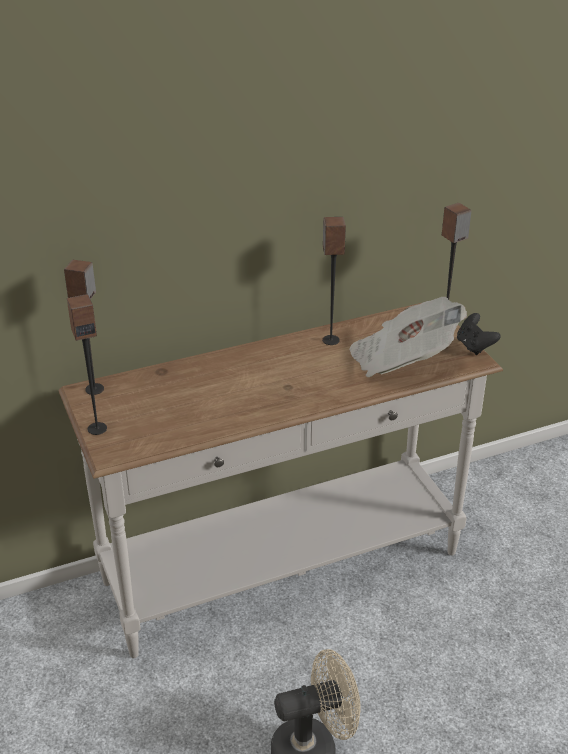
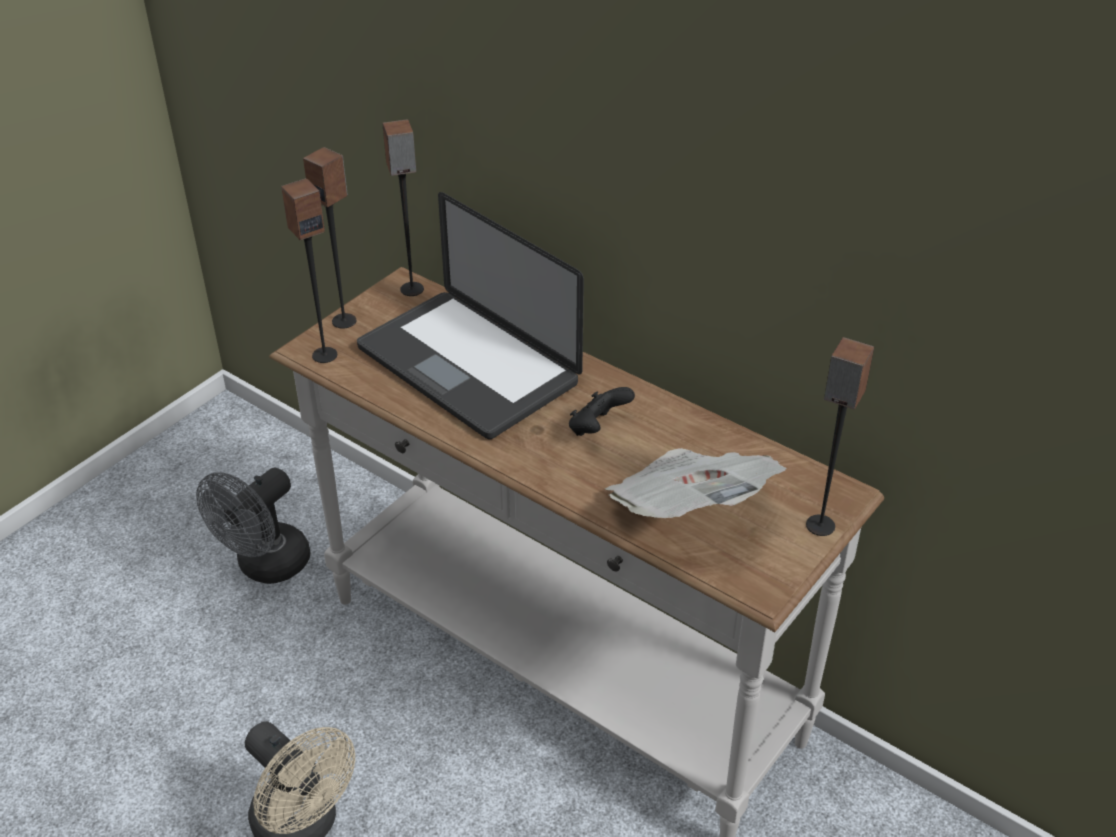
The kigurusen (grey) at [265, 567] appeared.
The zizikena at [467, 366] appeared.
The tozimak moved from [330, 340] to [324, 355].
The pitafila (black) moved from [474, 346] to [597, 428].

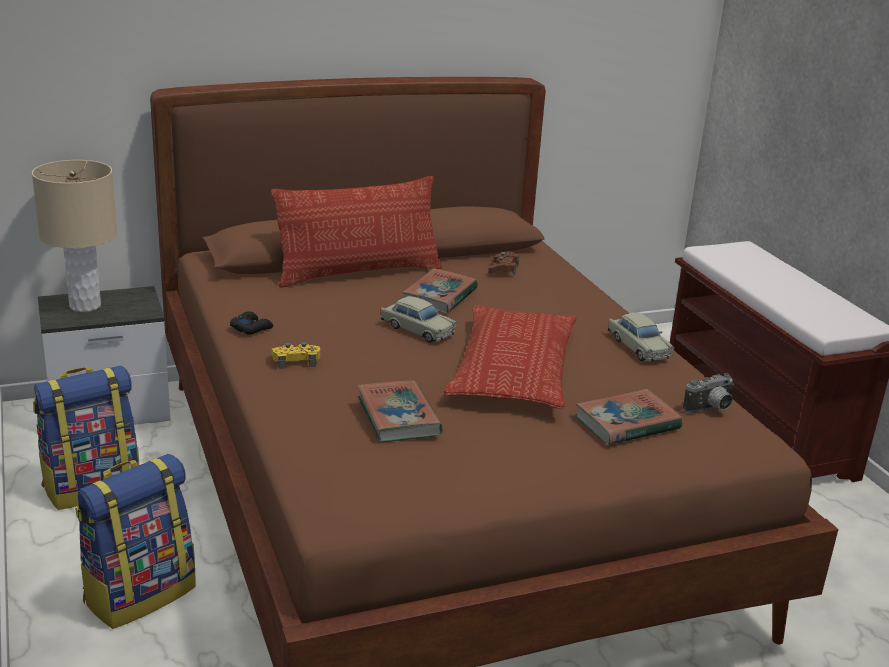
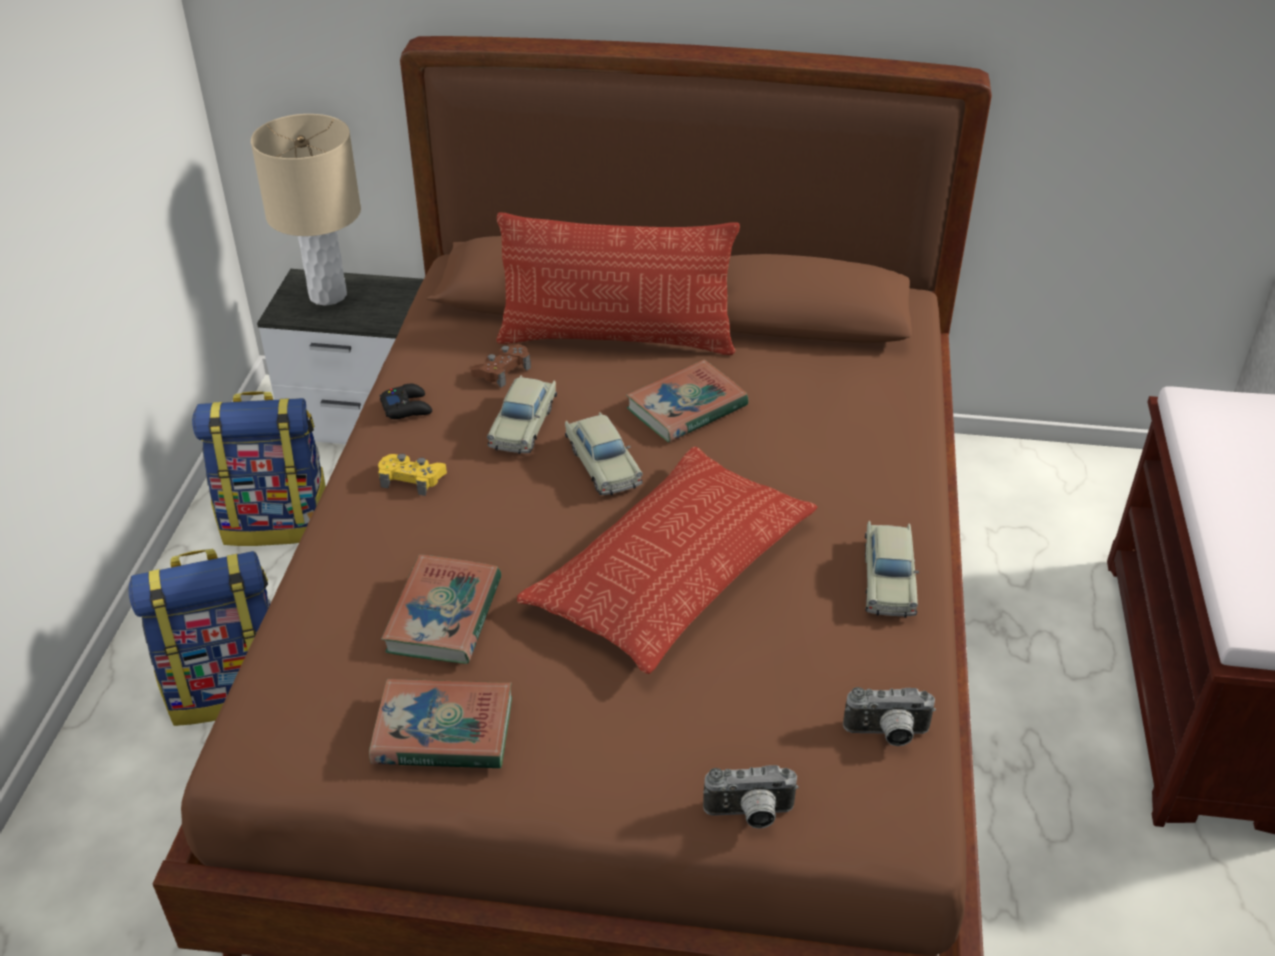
The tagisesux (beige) at [524, 425] appeared.
The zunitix at [750, 815] appeared.
The pitafila (brown) moved from [503, 269] to [502, 371].
The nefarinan moved from [627, 423] to [443, 731].

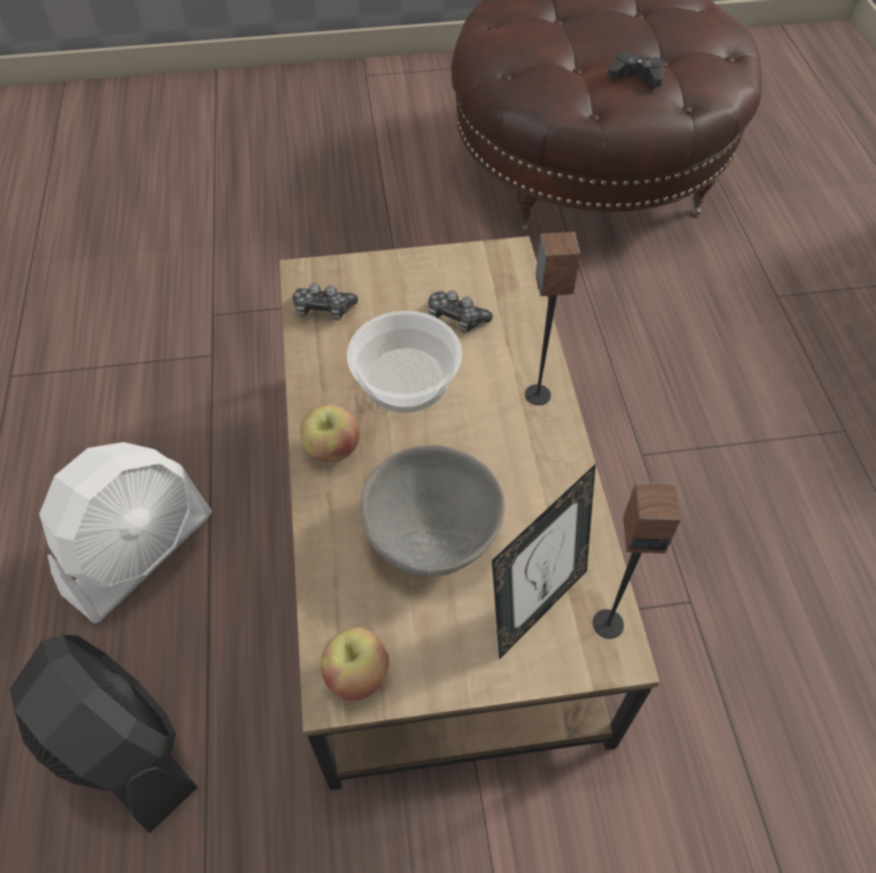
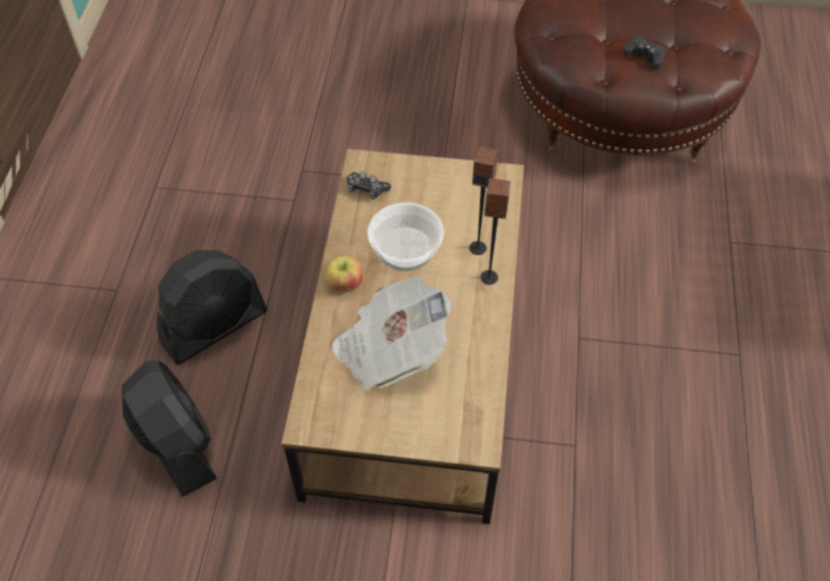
The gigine at [356, 675] disappeared.
The pitafila at [456, 318] disappeared.
The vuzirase at [536, 606] disappeared.
The tozimak moved from [608, 623] to [478, 247].
The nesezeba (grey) at [431, 533] was replaced by the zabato at [390, 349].
The kigurusen (white) at [140, 553] became the kigurusen (black) at [215, 326].

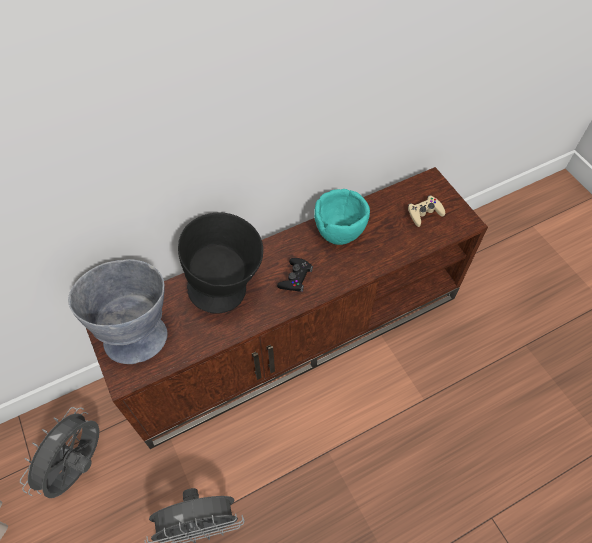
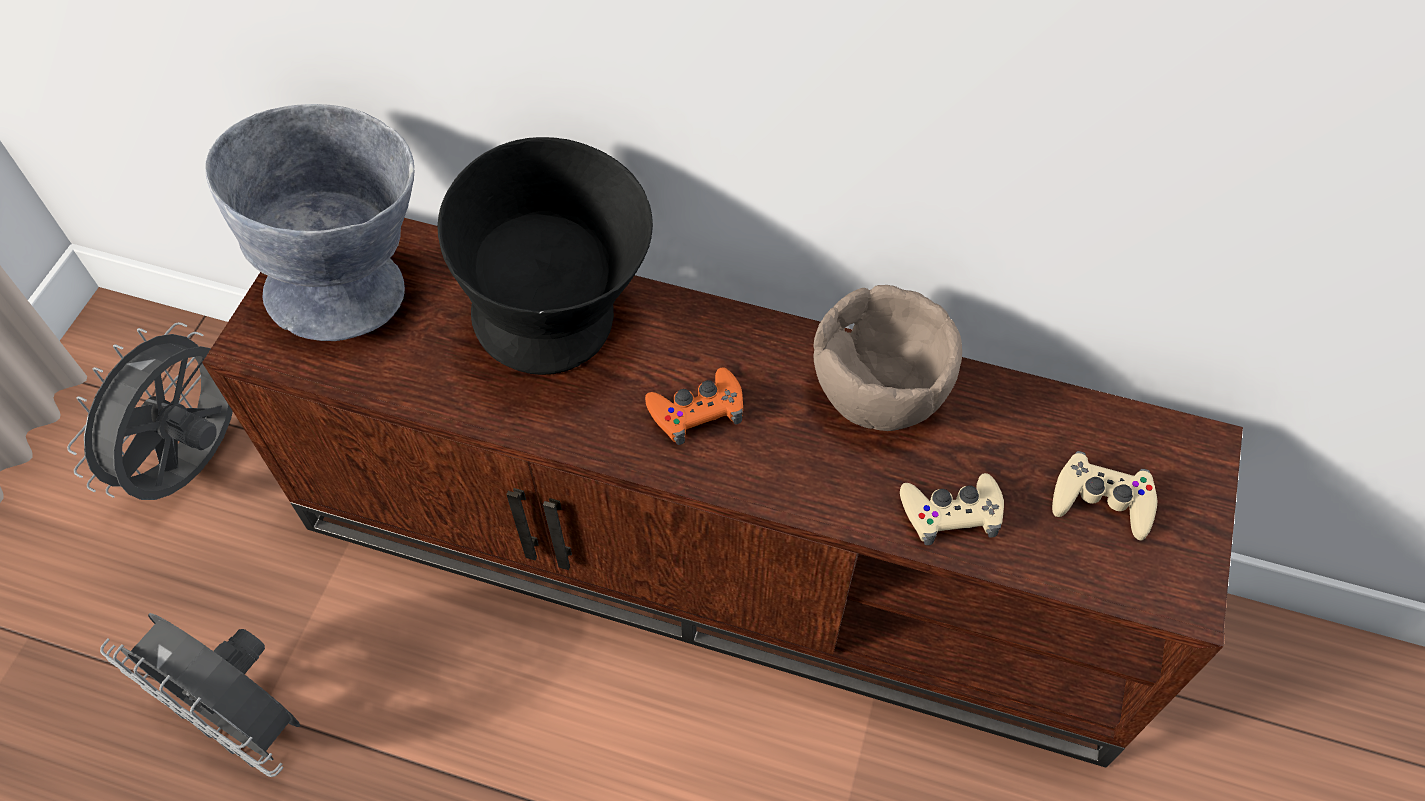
The pitafila (beige) at [951, 513] appeared.
The pitafila (black) at [295, 277] became the pitafila (orange) at [697, 410].
The nesezeba (turquoise) at [340, 230] became the nesezeba (brown) at [881, 394].
The kigurusen (grey) at [80, 466] turned 45 degrees counterclockwise.

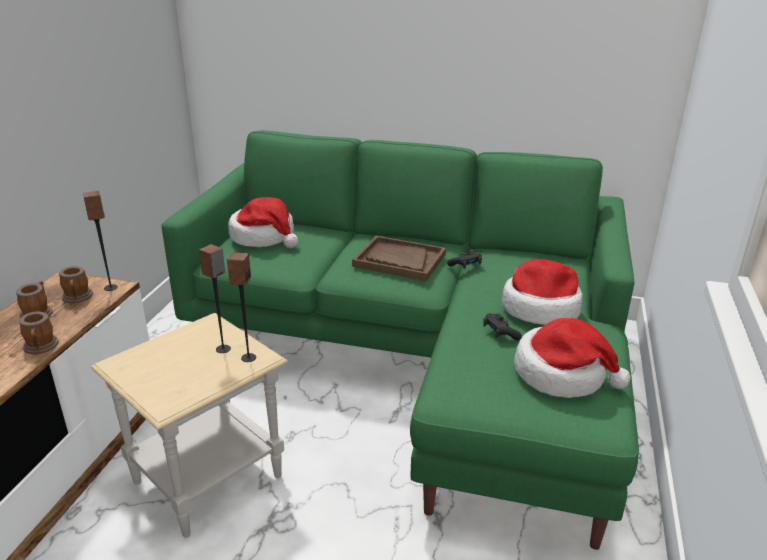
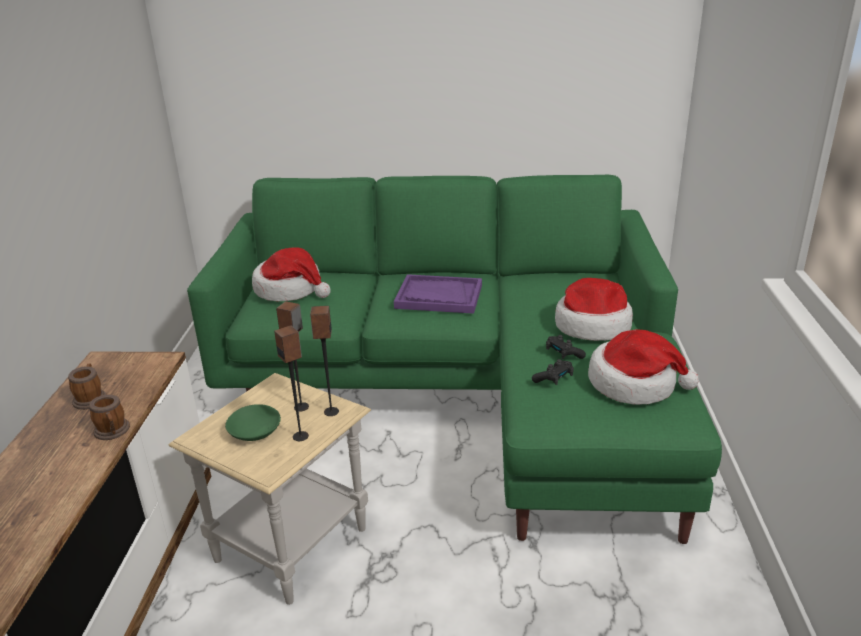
The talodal at [77, 298] disappeared.
The nesezeba (green) at [255, 432] appeared.
The tozimak moved from [111, 287] to [301, 436].
The pitafila (black) moved from [466, 265] to [554, 379].
The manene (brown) at [399, 260] became the manene (purple) at [438, 296].

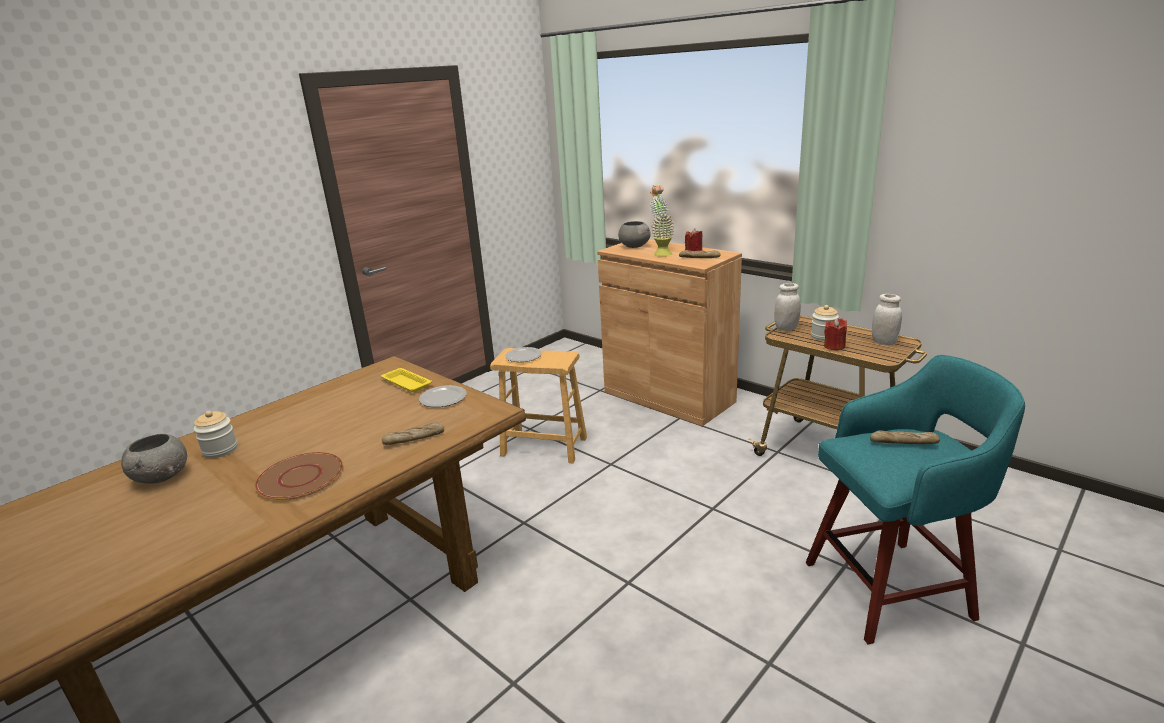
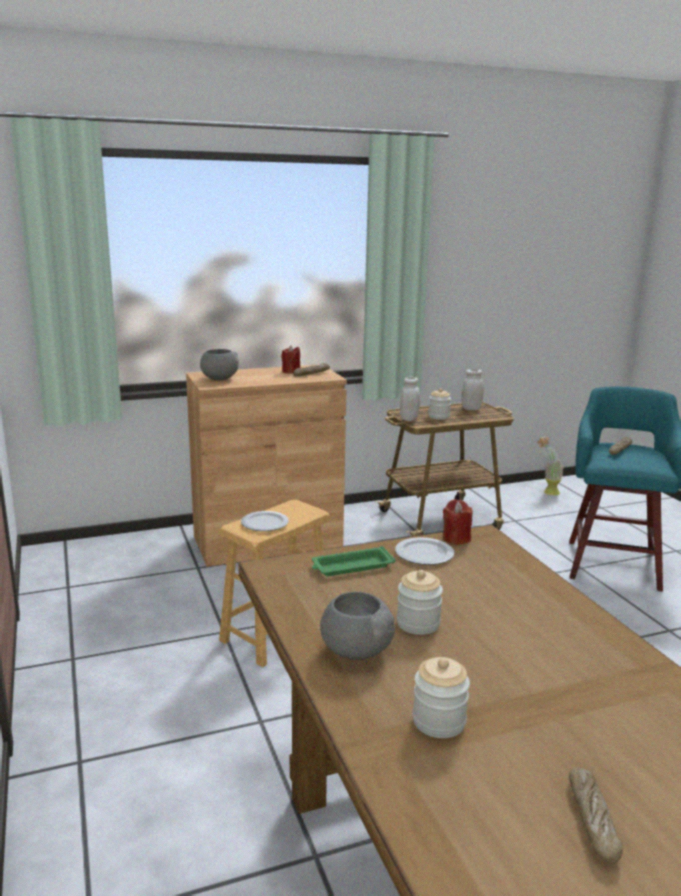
The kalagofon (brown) at [301, 477] disappeared.
The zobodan at [418, 623] appeared.
The nesezeba (grey) moved from [162, 477] to [356, 651].
The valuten moved from [414, 439] to [592, 820].
The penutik moved from [660, 253] to [547, 492].
The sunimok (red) moved from [834, 346] to [456, 538].
The manene (yellow) at [406, 383] became the manene (green) at [351, 566].

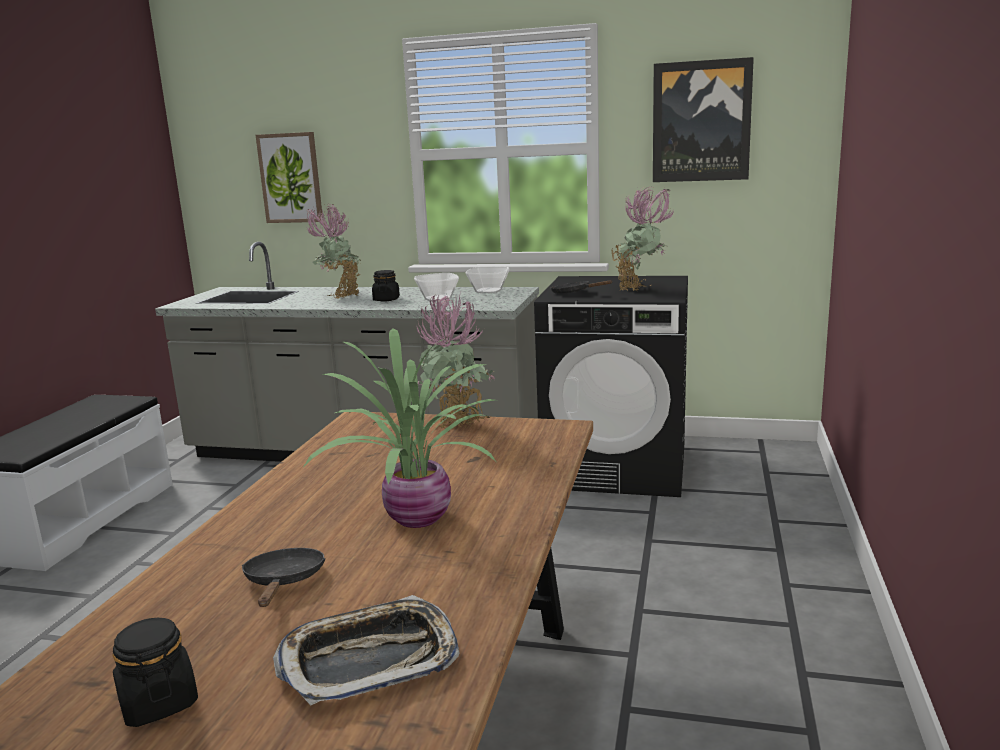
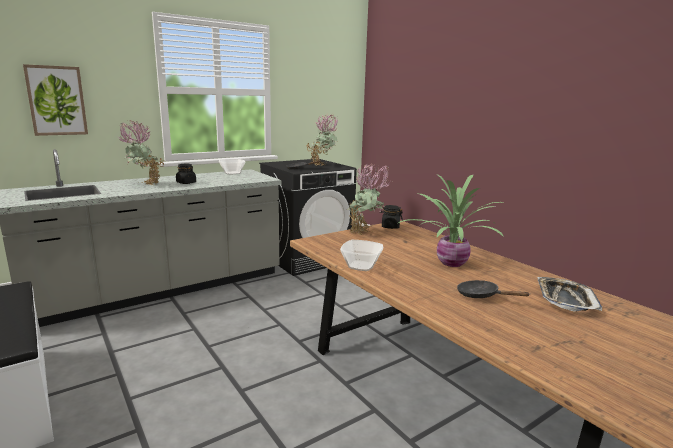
The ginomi at [701, 121] disappeared.
The zobodan (black) moved from [158, 702] to [390, 227].
The nesezeba moved from [437, 299] to [361, 266].

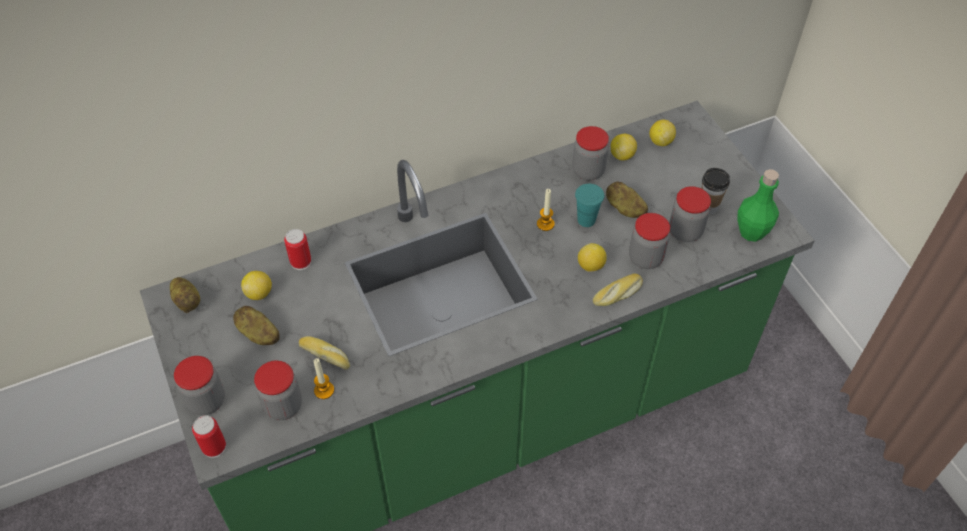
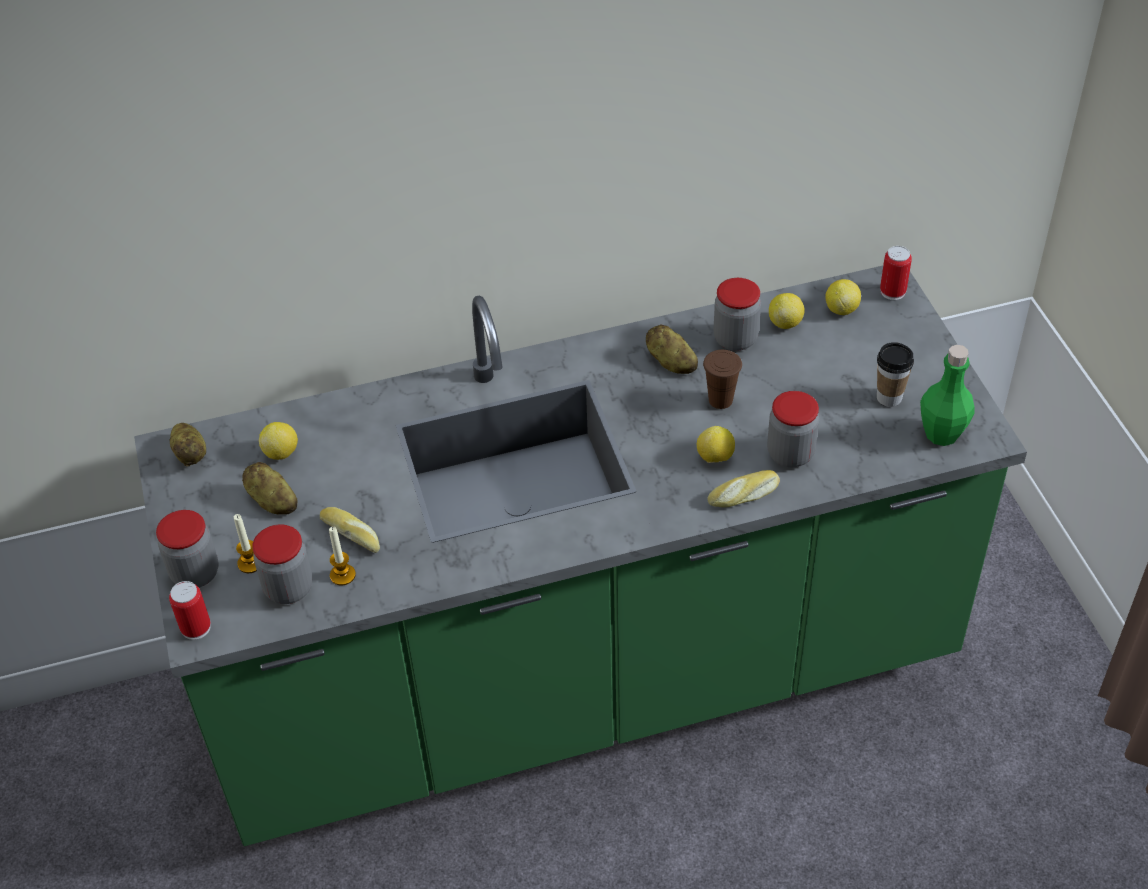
The zobodan at [685, 231] disappeared.
The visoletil moved from [301, 262] to [892, 291].
The sunimok moved from [545, 224] to [250, 563].
The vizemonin moved from [624, 209] to [670, 362].
The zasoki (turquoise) at [586, 220] became the zasoki (brown) at [720, 400].

